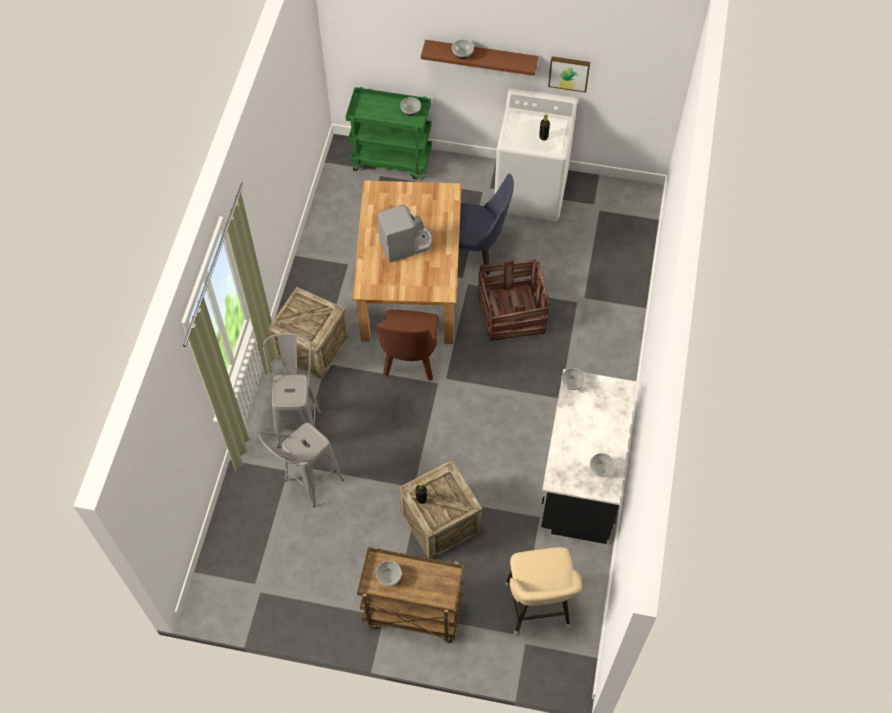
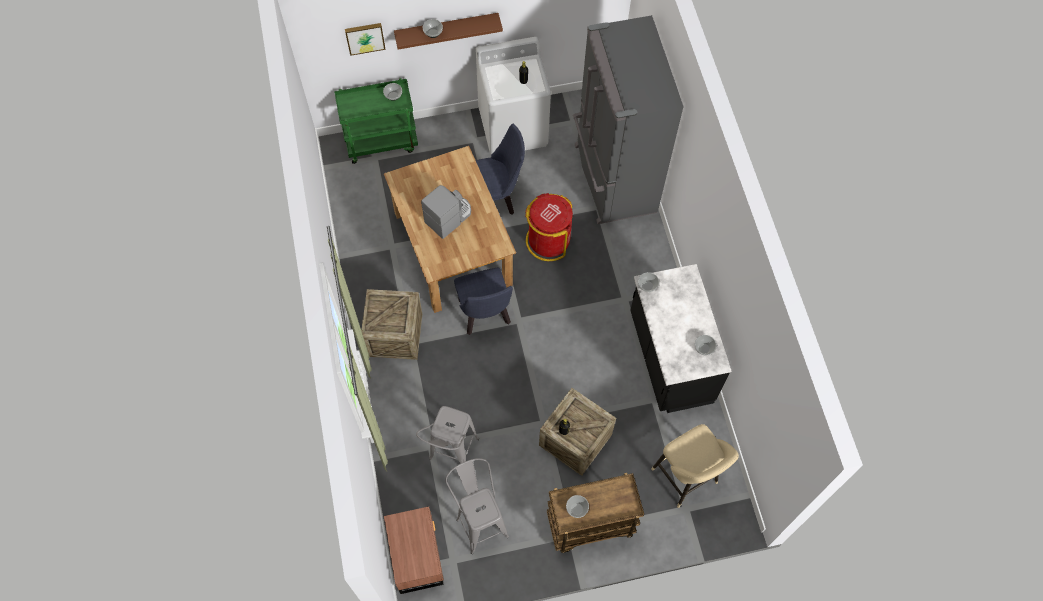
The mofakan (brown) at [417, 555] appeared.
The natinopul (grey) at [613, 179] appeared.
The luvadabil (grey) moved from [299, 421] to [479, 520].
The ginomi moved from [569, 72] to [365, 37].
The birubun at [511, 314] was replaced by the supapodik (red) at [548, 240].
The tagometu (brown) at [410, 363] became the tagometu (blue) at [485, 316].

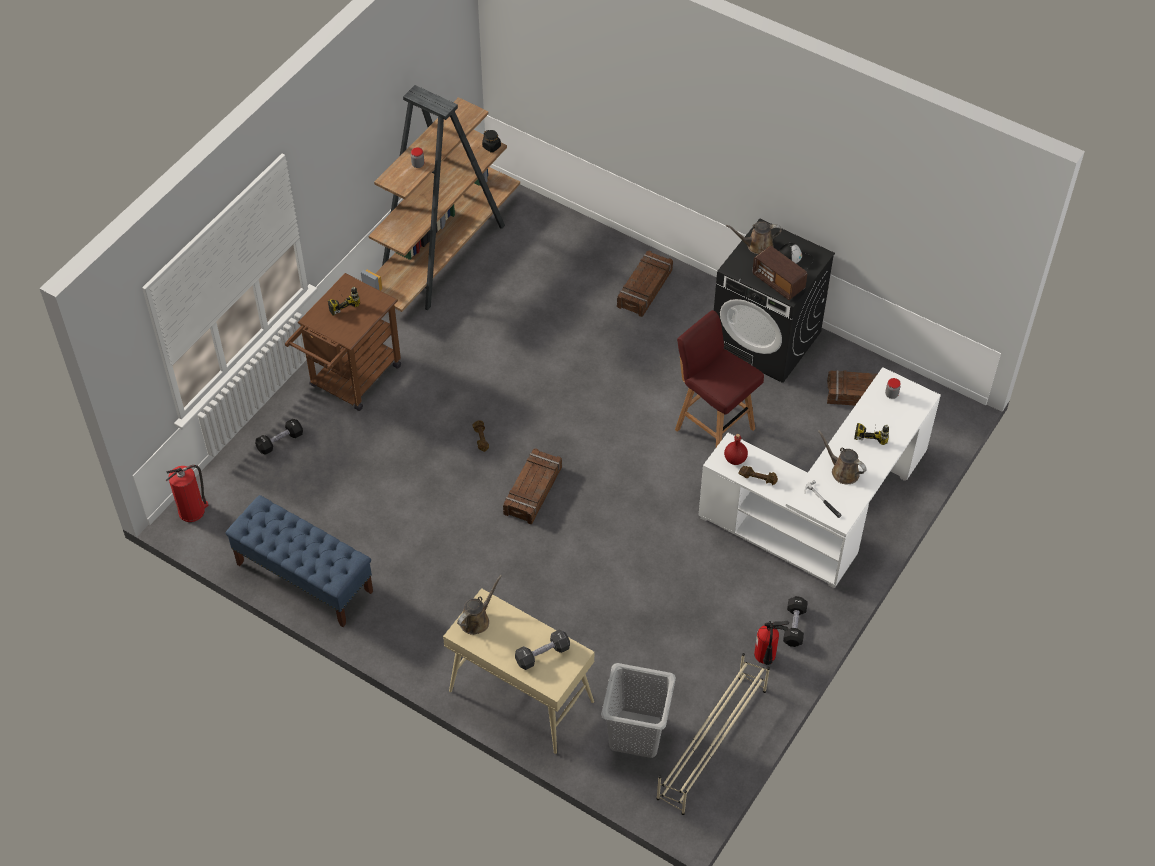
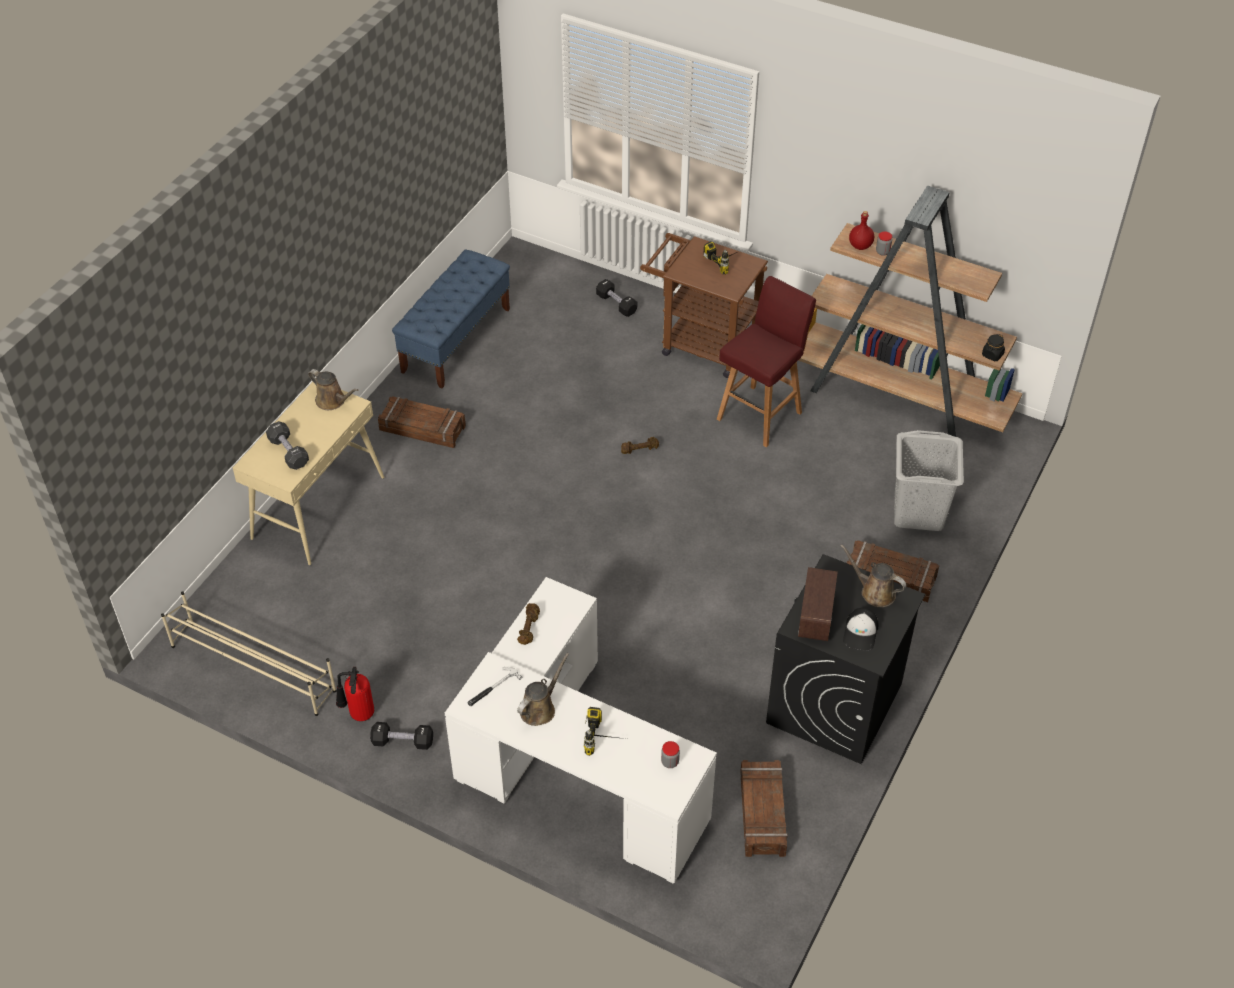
The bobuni at [192, 511] disappeared.
The birubun moved from [532, 490] to [423, 428].
The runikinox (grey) moved from [636, 733] to [919, 512].
The luvadabil (red) moved from [713, 428] to [761, 415].
The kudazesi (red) moved from [735, 459] to [860, 246].
The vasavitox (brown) at [757, 246] turned 45 degrees counterclockwise.
The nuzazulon at [778, 282] turned 150 degrees clockwise.

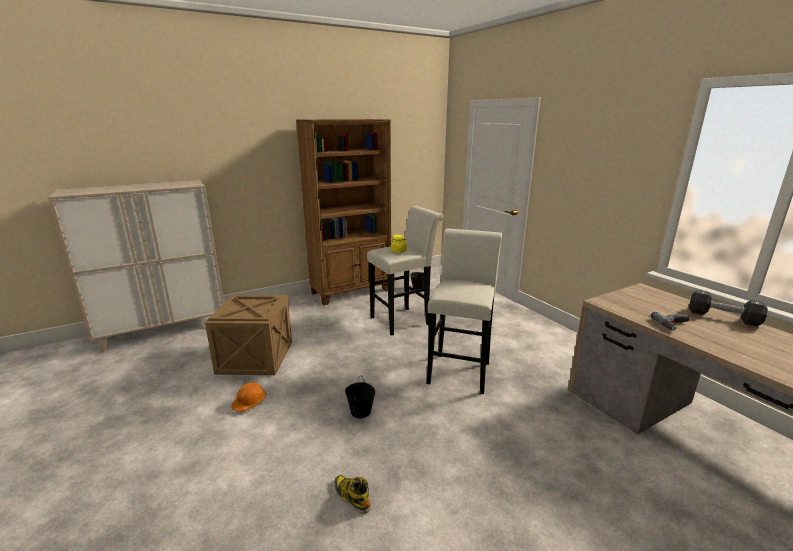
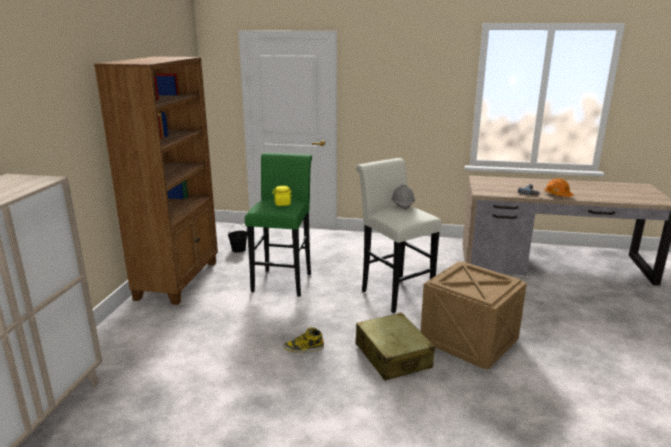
The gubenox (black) at [723, 317] disappeared.
The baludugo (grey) at [402, 205] appeared.
The birubun moved from [255, 359] to [470, 342].
The baludugo (orange) moved from [250, 402] to [557, 195].
The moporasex moved from [351, 496] to [303, 348].
The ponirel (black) at [360, 411] was replaced by the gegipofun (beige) at [393, 356].
The luvadabil (white) at [403, 320] became the luvadabil (green) at [283, 280].

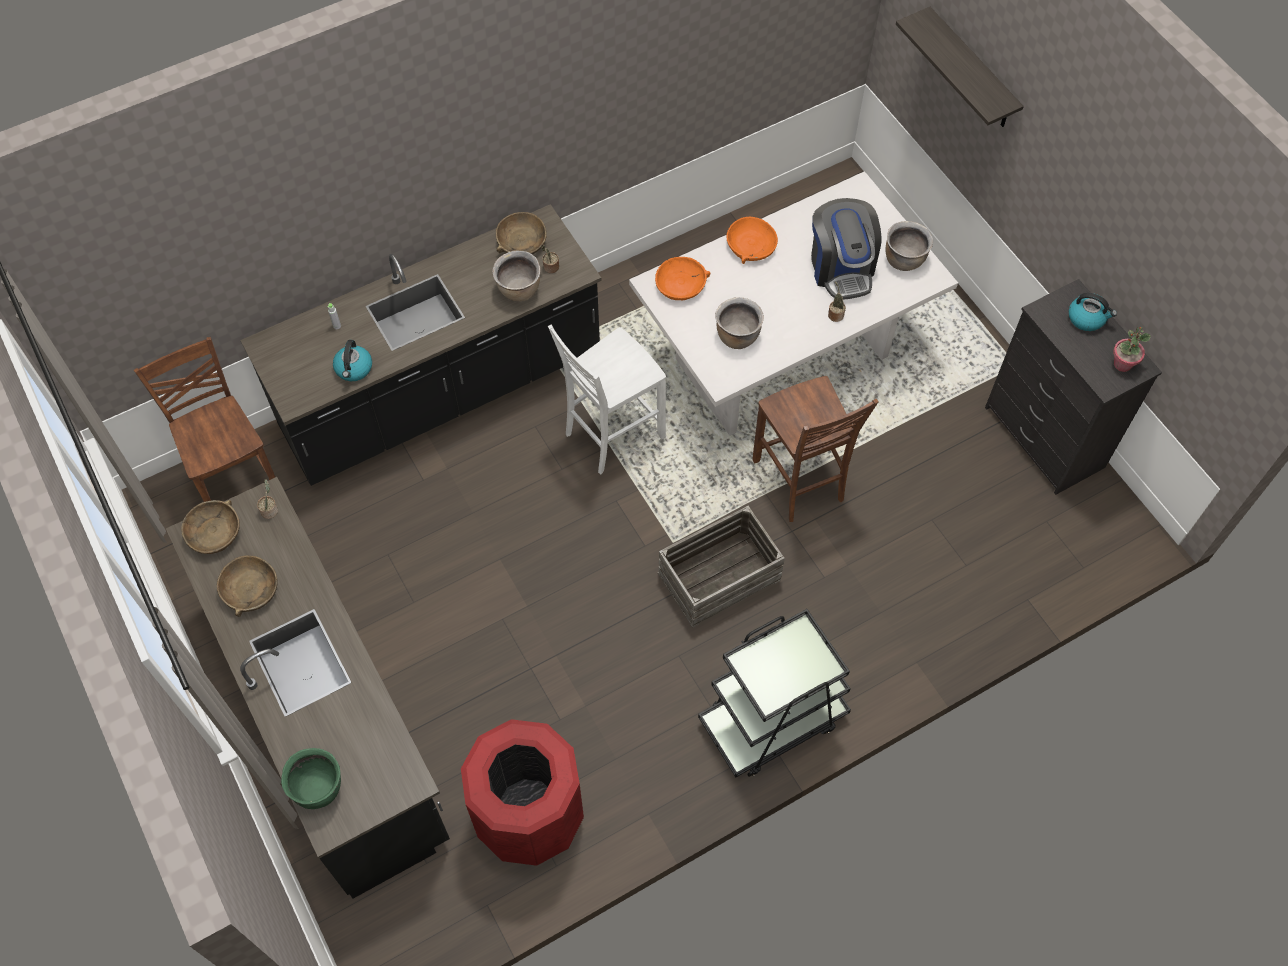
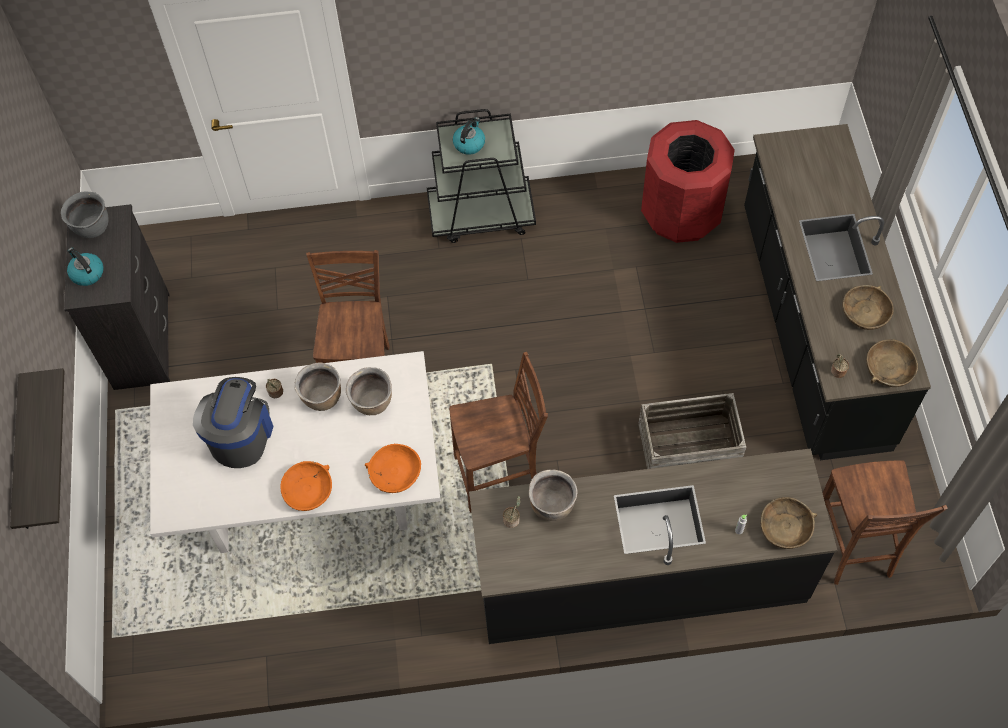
The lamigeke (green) at [318, 788] disappeared.
The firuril moved from [354, 369] to [469, 143].
The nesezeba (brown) moved from [521, 241] to [785, 527].
The birubun moved from [719, 578] to [688, 445].
The lamigeke (brown) moved from [904, 259] to [322, 398].
The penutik at [1122, 364] was replaced by the lamigeke (grey) at [92, 227].
The tagometu (white) at [611, 435] became the tagometu (brown) at [500, 476].

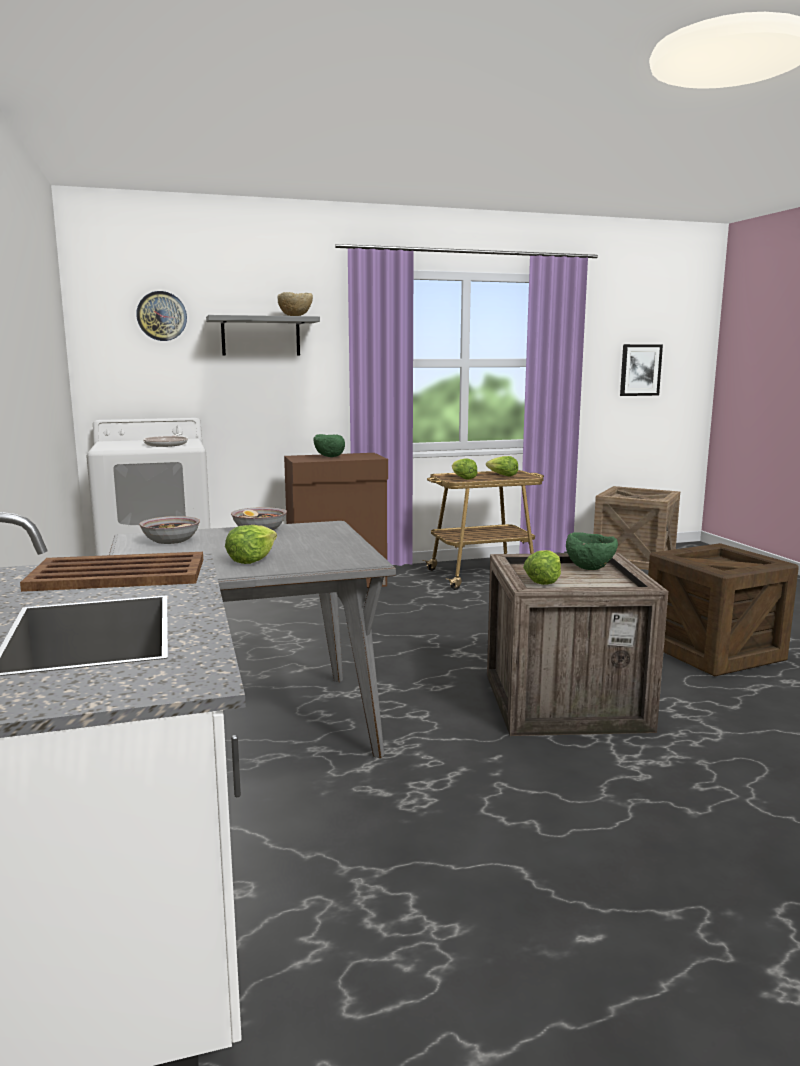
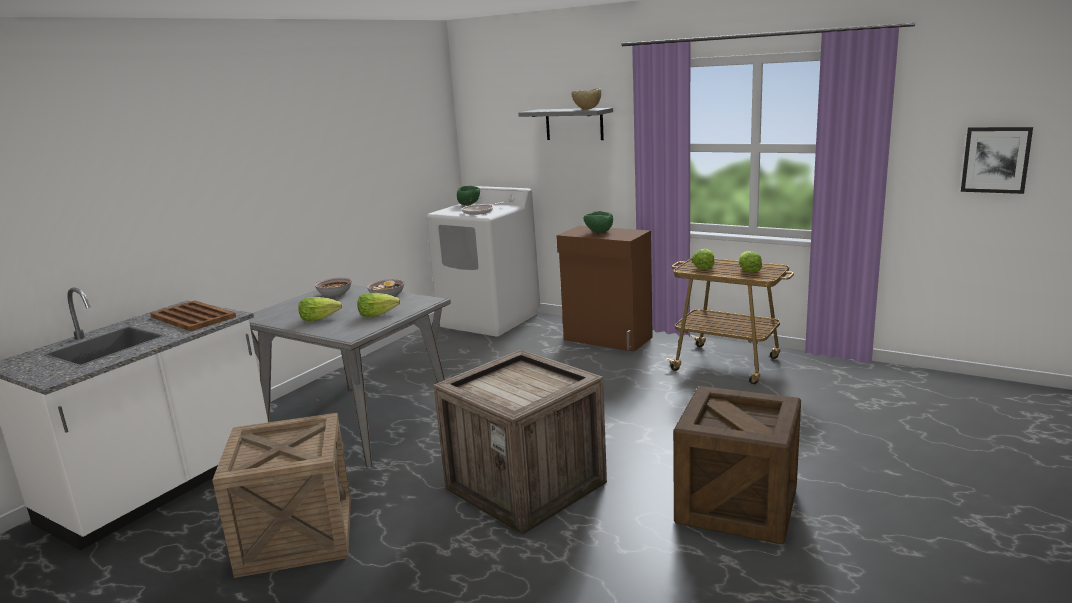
The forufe at [161, 316] disappeared.
The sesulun moved from [543, 580] to [378, 314].
The nesezeba (green) moved from [590, 568] to [469, 205].
The birubun moved from [634, 559] to [297, 535].

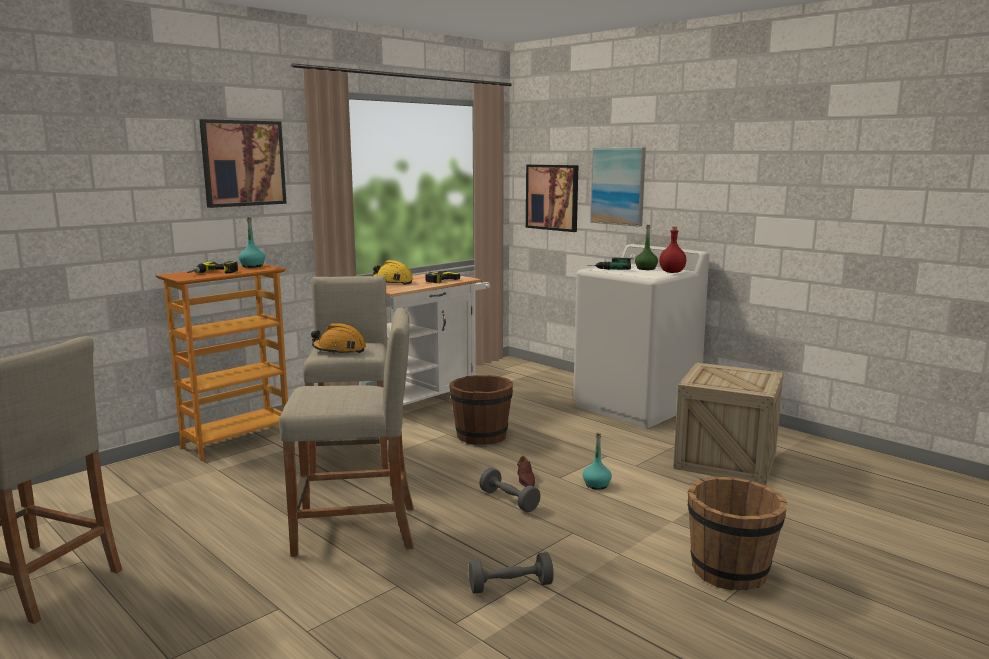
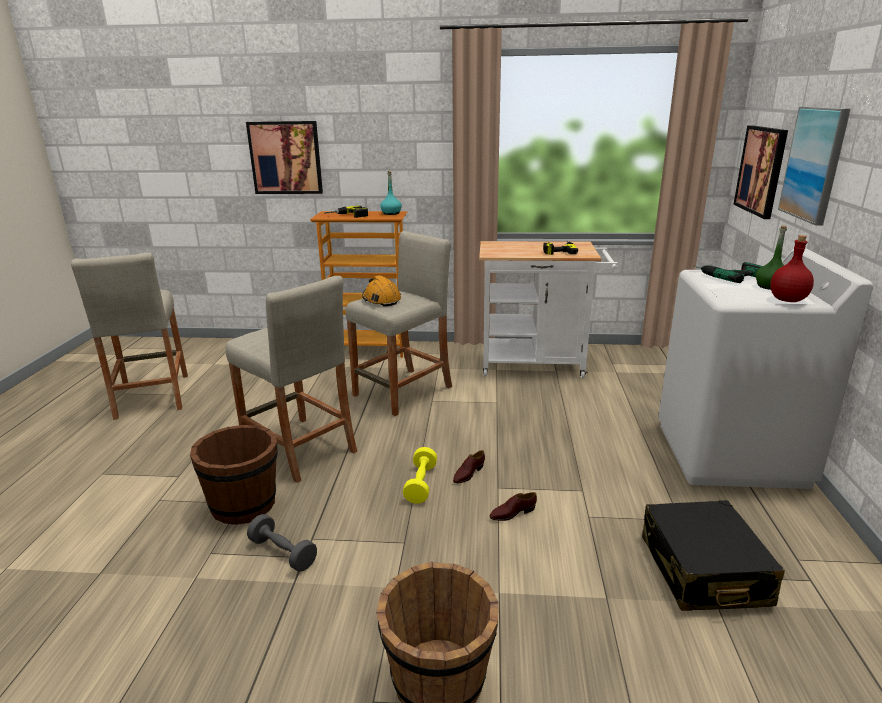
The baludugo (yellow) at [392, 282] disappeared.
The ginomi moved from [243, 163] to [285, 158].
The ponirel (brown) moved from [481, 436] to [244, 504].
The kudazesi (turquoise) at [596, 485] was replaced by the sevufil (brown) at [512, 513].
The birubun at [725, 460] was replaced by the gegipofun (black) at [703, 570].
The gubenox (grey) at [509, 500] became the gubenox (yellow) at [421, 484].

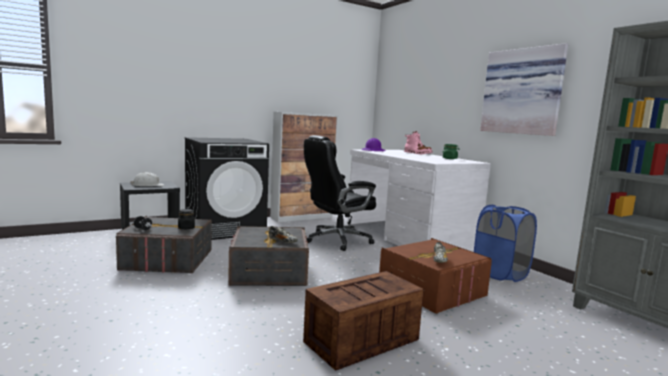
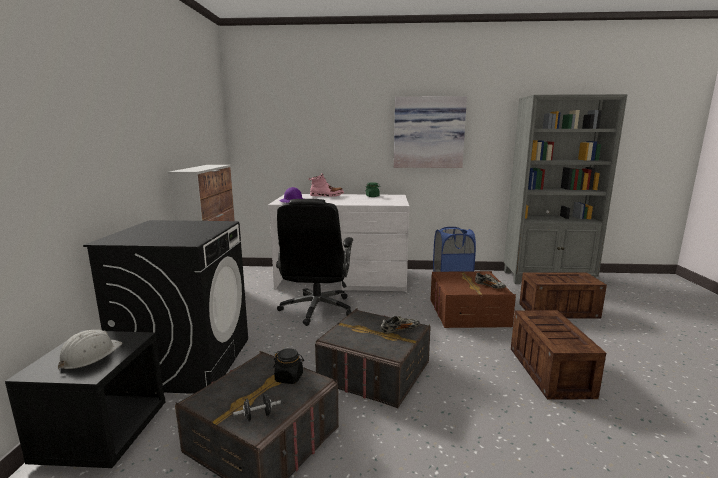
The birubun at [559, 310] appeared.

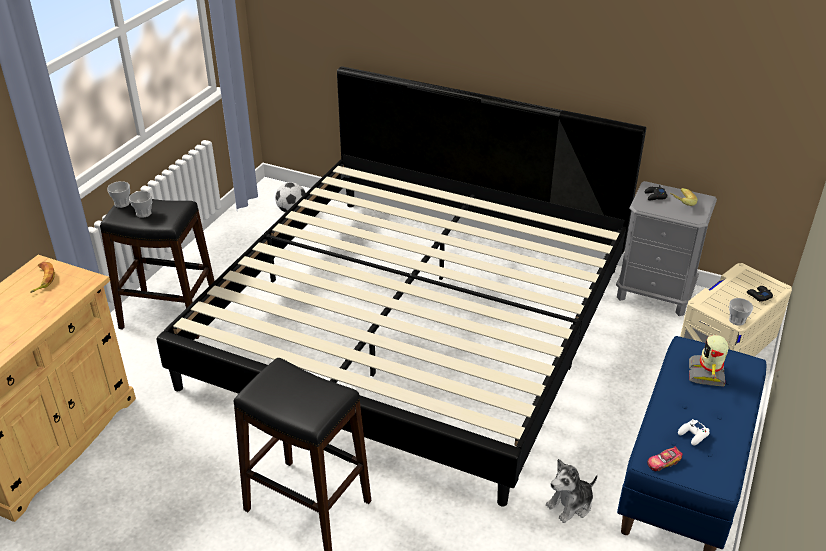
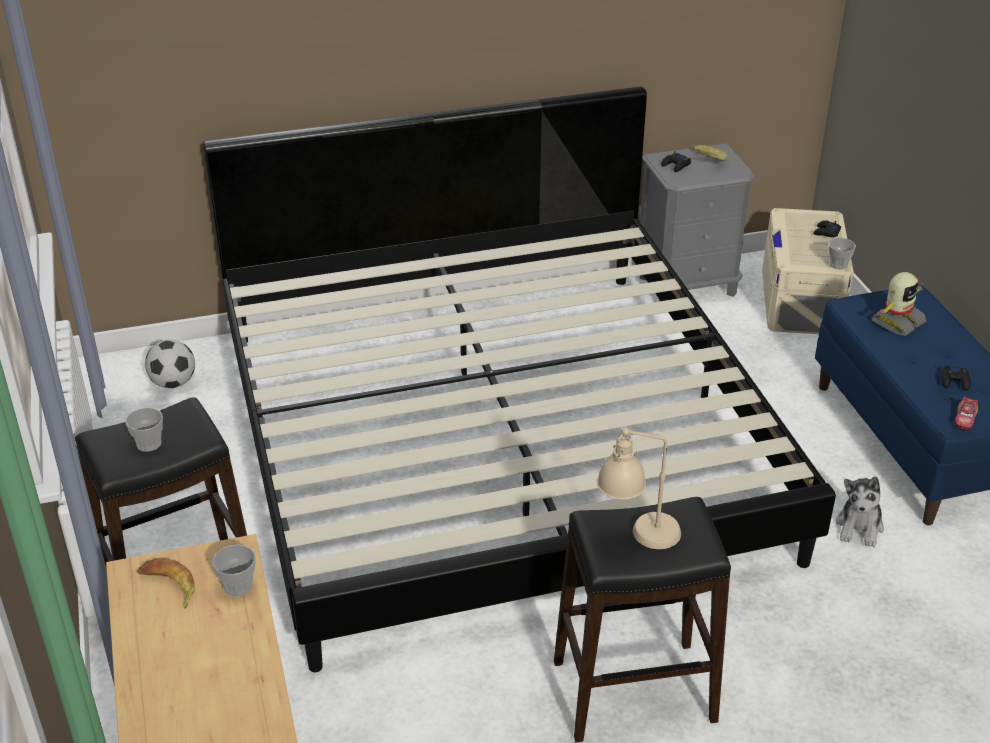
The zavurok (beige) at [636, 537] appeared.
The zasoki moved from [122, 203] to [238, 586].
The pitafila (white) at [693, 435] became the pitafila (black) at [954, 381].
The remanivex at [707, 374] turned 105 degrees counterclockwise.

